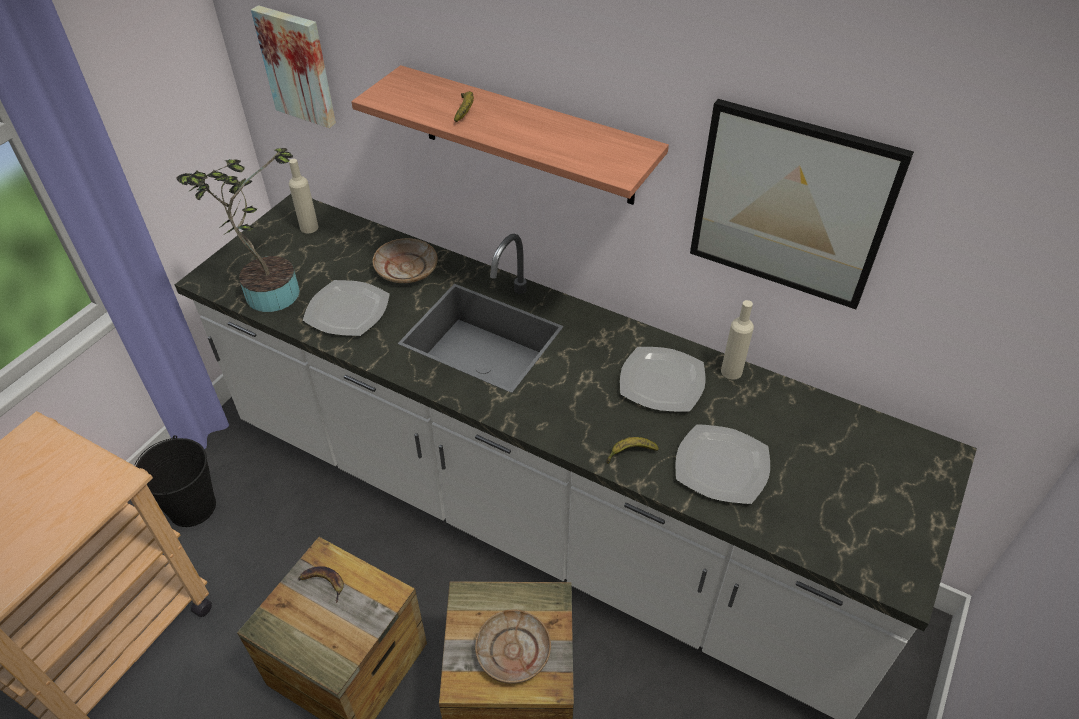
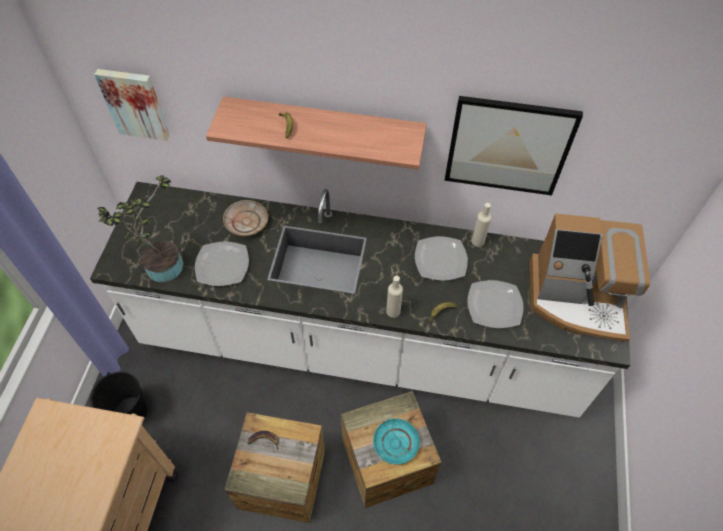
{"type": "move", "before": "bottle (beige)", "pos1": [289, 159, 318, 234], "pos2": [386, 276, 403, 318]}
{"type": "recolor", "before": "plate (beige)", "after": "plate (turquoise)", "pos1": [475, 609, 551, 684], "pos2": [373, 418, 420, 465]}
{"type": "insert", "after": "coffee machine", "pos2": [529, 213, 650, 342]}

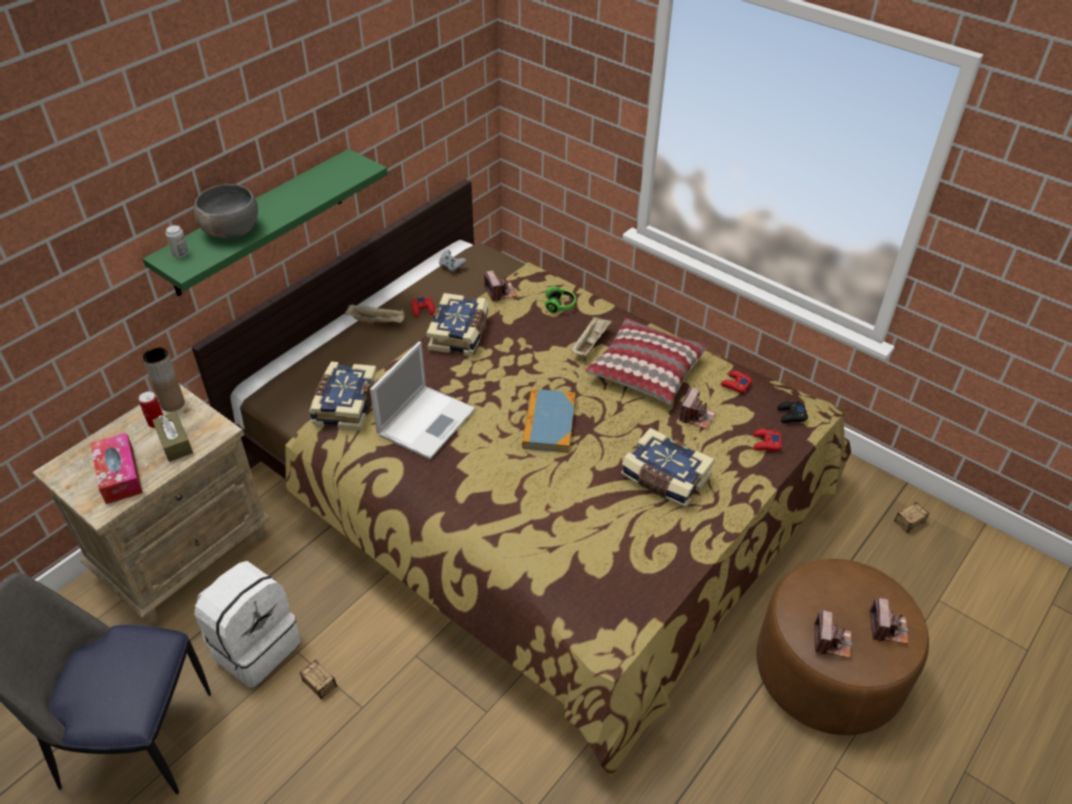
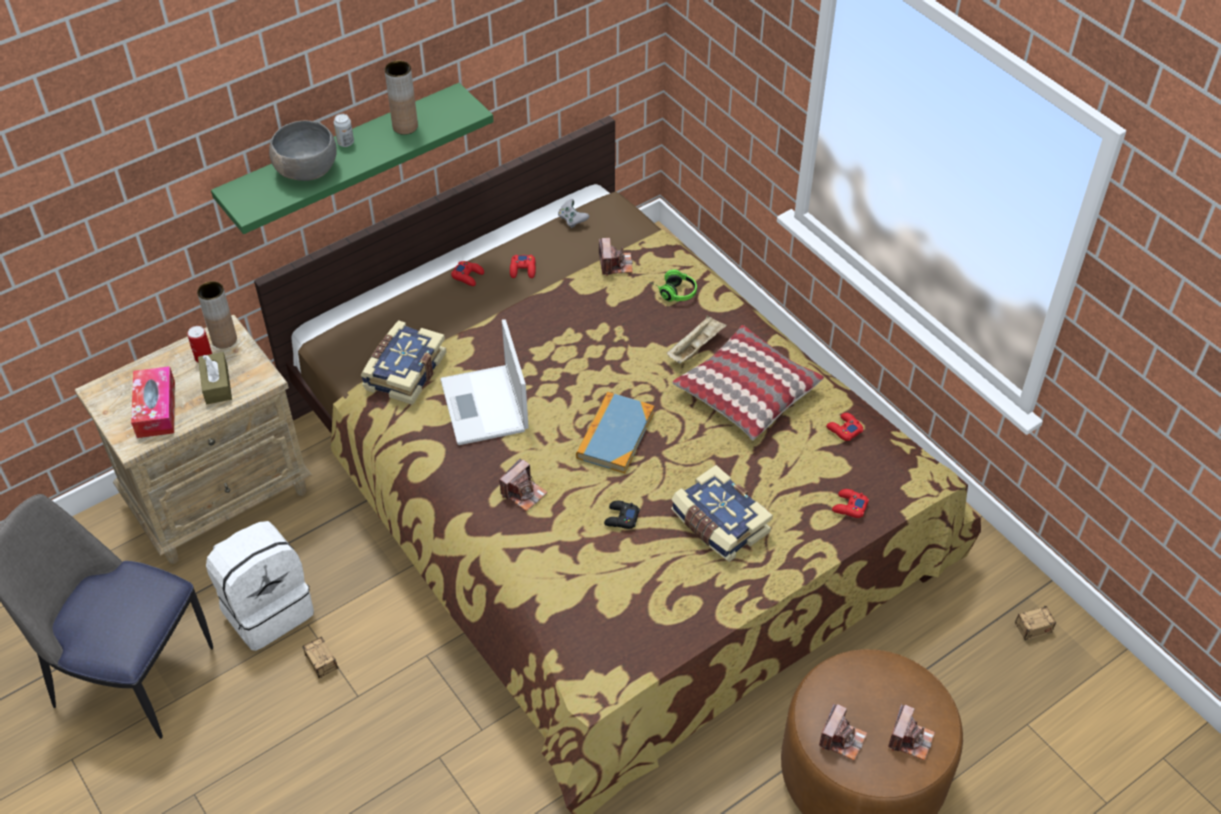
{"type": "move", "before": "metal can", "pos1": [166, 225, 189, 258], "pos2": [334, 114, 354, 147]}
{"type": "delete", "before": "book", "pos1": [426, 293, 489, 356]}
{"type": "replace", "before": "serving tray (beige)", "after": "joypad (red)", "pos1": [345, 304, 404, 324], "pos2": [451, 261, 484, 286]}
{"type": "rotate", "before": "laptop", "pos1": [370, 342, 475, 460], "pos2": [440, 319, 529, 445], "turn": 120}
{"type": "move", "before": "photo camera", "pos1": [679, 387, 716, 429], "pos2": [499, 458, 548, 512]}
{"type": "move", "before": "joypad (blackish)", "pos1": [777, 401, 808, 423], "pos2": [604, 501, 640, 529]}
{"type": "insert", "after": "vase (brown-coloured)", "pos2": [384, 60, 418, 135]}

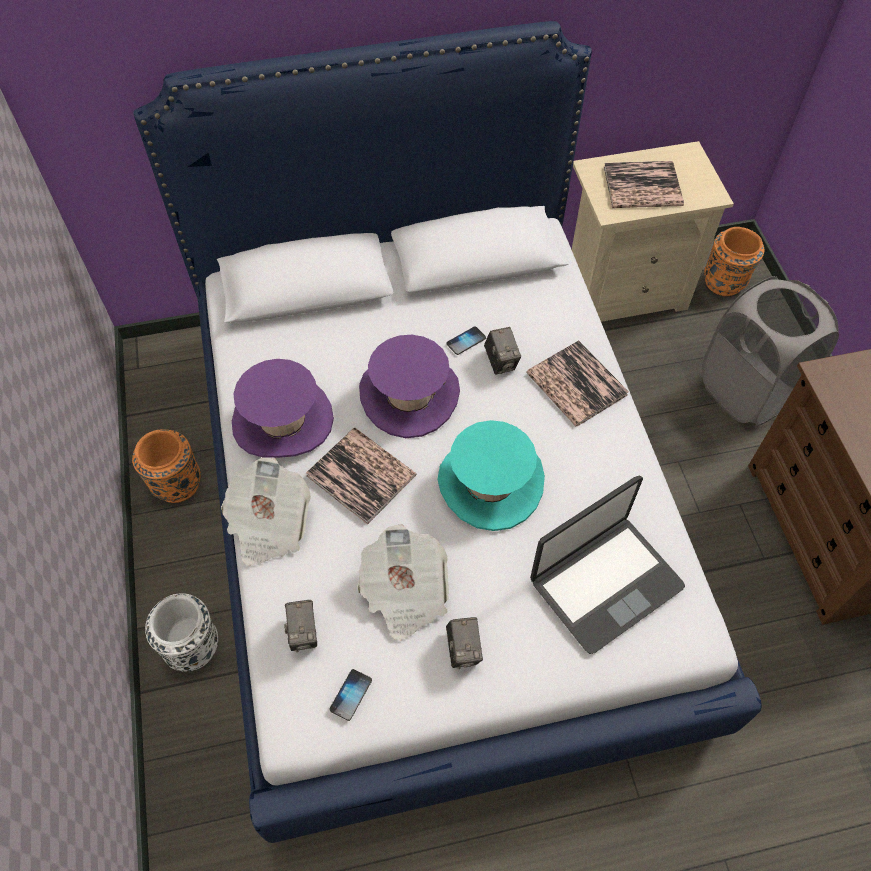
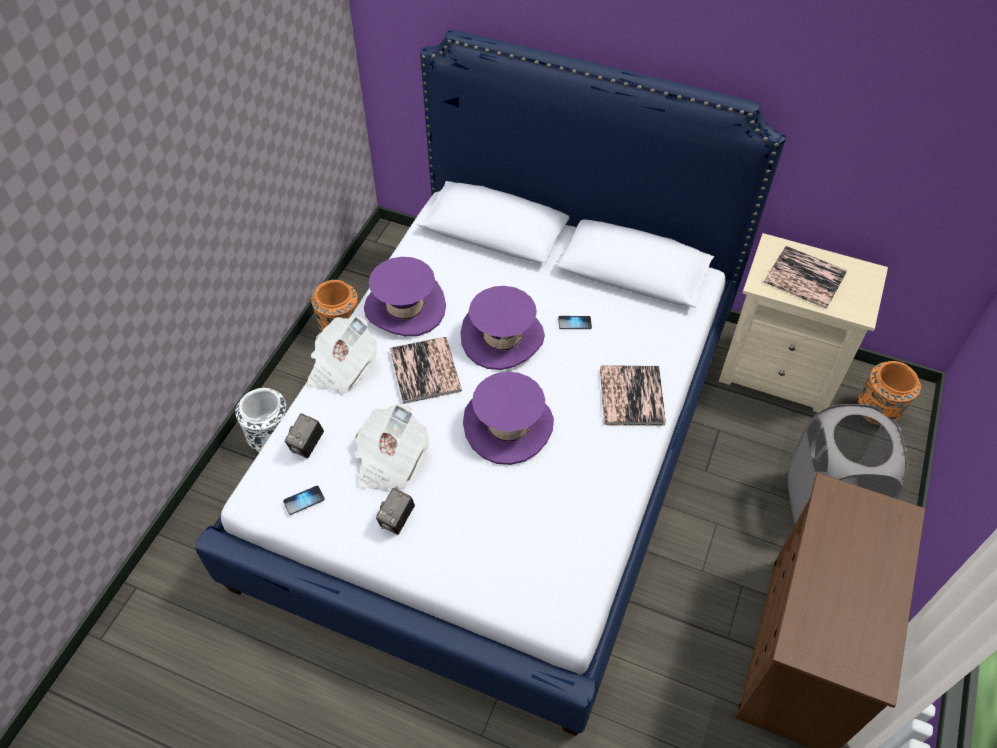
{"type": "delete", "before": "photo camera", "pos1": [484, 327, 521, 375]}
{"type": "recolor", "before": "wearable hat (turquoise)", "after": "wearable hat (purplish)", "pos1": [437, 420, 545, 531], "pos2": [463, 372, 554, 465]}
{"type": "delete", "before": "laptop", "pos1": [530, 475, 685, 654]}

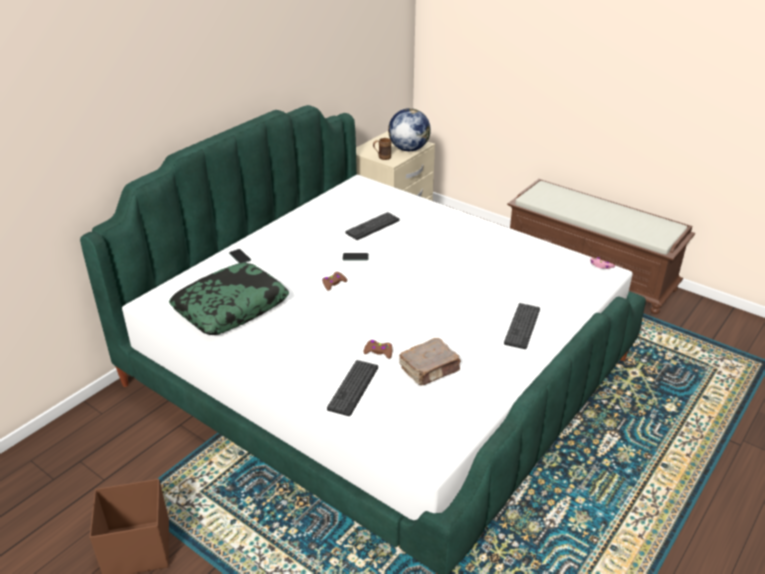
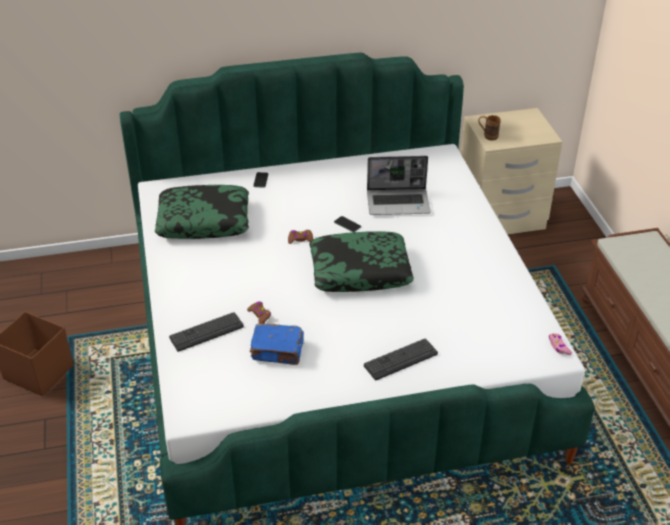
{"type": "delete", "before": "globe", "pos1": [388, 108, 431, 151]}
{"type": "replace", "before": "computer keyboard", "after": "laptop", "pos1": [346, 212, 400, 240], "pos2": [367, 156, 431, 215]}
{"type": "recolor", "before": "book (brown-coloured)", "after": "book (bluish)", "pos1": [399, 338, 461, 386], "pos2": [250, 323, 304, 365]}
{"type": "insert", "after": "cushion", "pos2": [310, 232, 414, 292]}

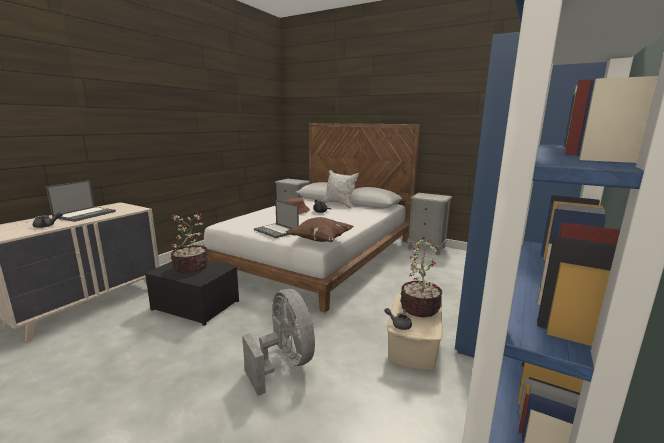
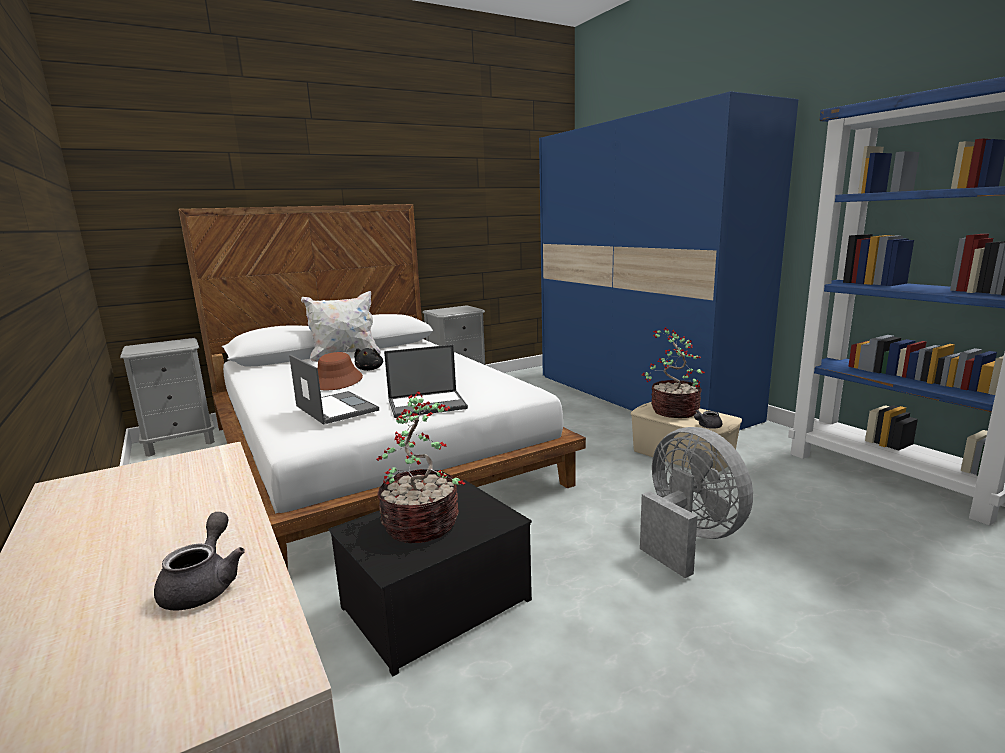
{"type": "move", "before": "laptop", "pos1": [46, 180, 116, 222], "pos2": [289, 355, 379, 424]}
{"type": "delete", "before": "cushion (brown-coloured)", "pos1": [286, 217, 354, 242]}
{"type": "rotate", "before": "fan (greyish)", "pos1": [242, 289, 315, 396], "pos2": [640, 427, 753, 578], "turn": 60}

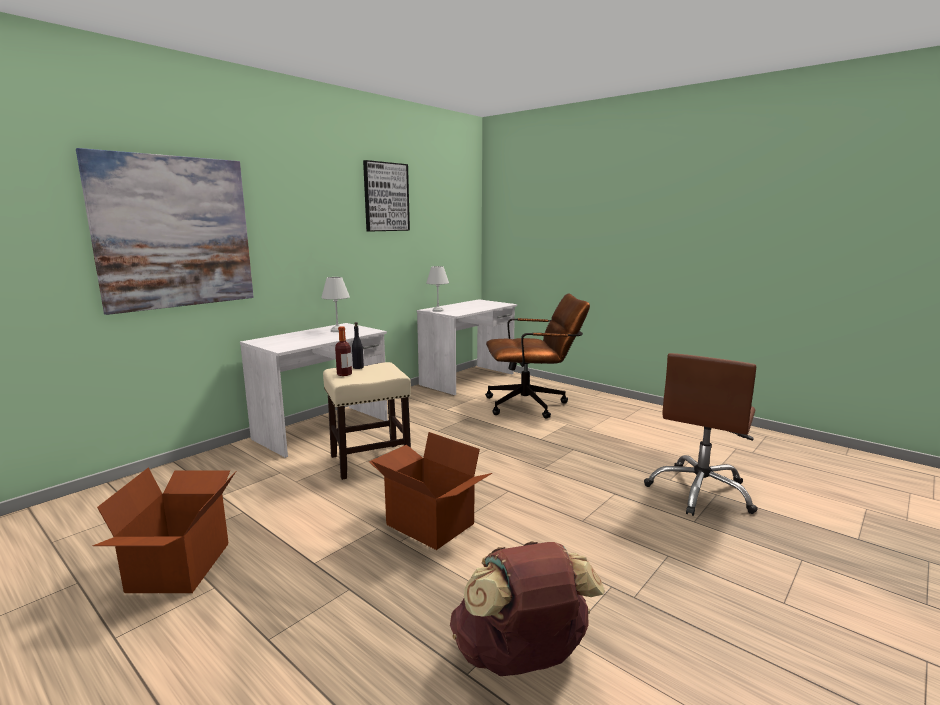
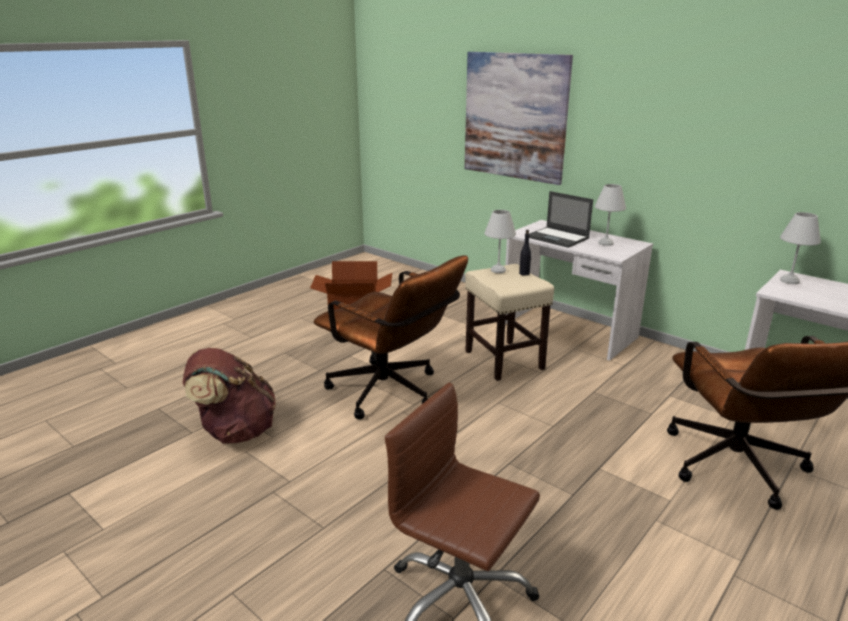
{"type": "delete", "before": "wall picture", "pos1": [363, 160, 410, 232]}
{"type": "replace", "before": "bottle", "after": "lamp for a table (white-coloured)", "pos1": [335, 326, 352, 376], "pos2": [484, 210, 516, 273]}
{"type": "replace", "before": "carton", "after": "computer chair (brown-coloured)", "pos1": [369, 432, 492, 550], "pos2": [314, 255, 468, 420]}
{"type": "insert", "after": "laptop", "pos2": [529, 191, 593, 248]}

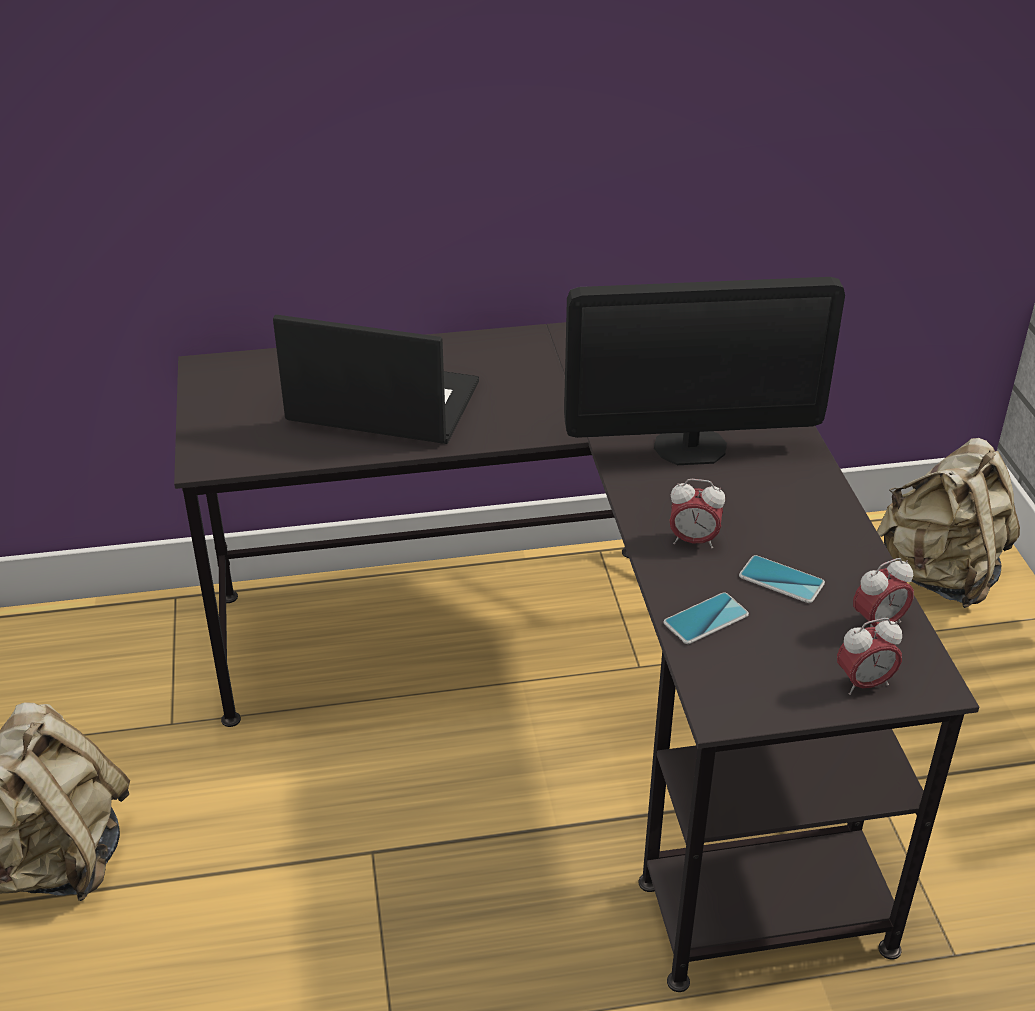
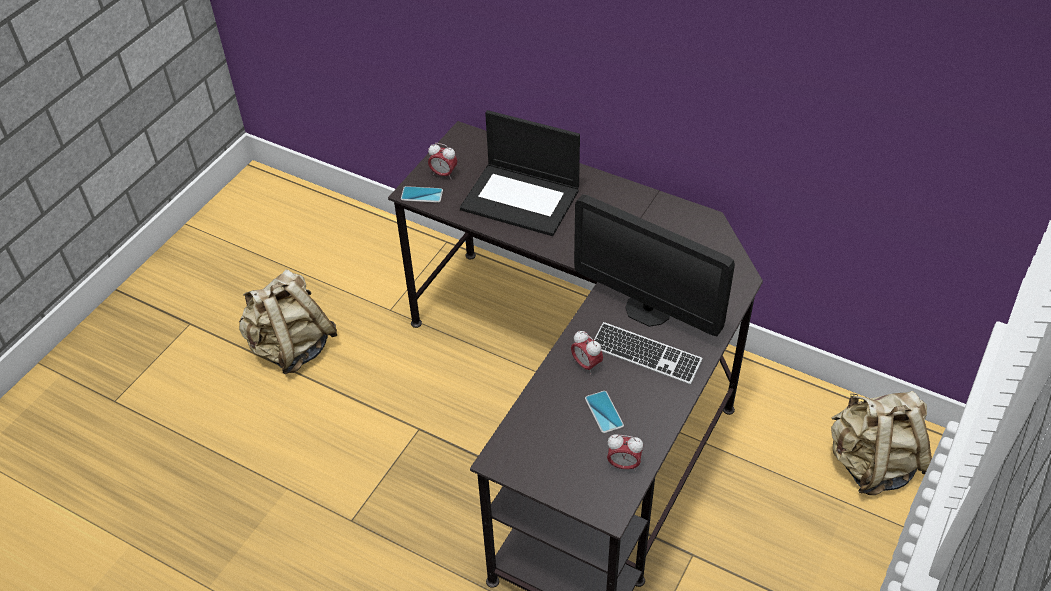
{"type": "rotate", "before": "laptop", "pos1": [273, 315, 479, 444], "pos2": [460, 110, 580, 236], "turn": 150}
{"type": "move", "before": "telephone", "pos1": [663, 592, 749, 644], "pos2": [401, 186, 443, 203]}
{"type": "move", "before": "bedside clock", "pos1": [837, 618, 902, 695], "pos2": [428, 143, 457, 179]}
{"type": "insert", "after": "computer keyboard", "pos2": [594, 322, 703, 385]}

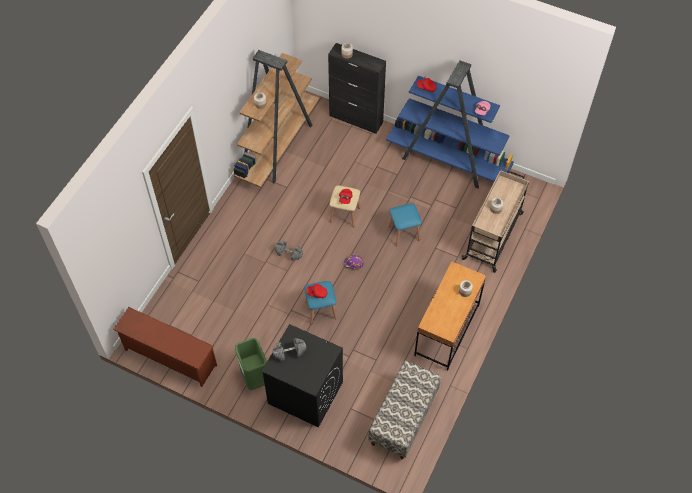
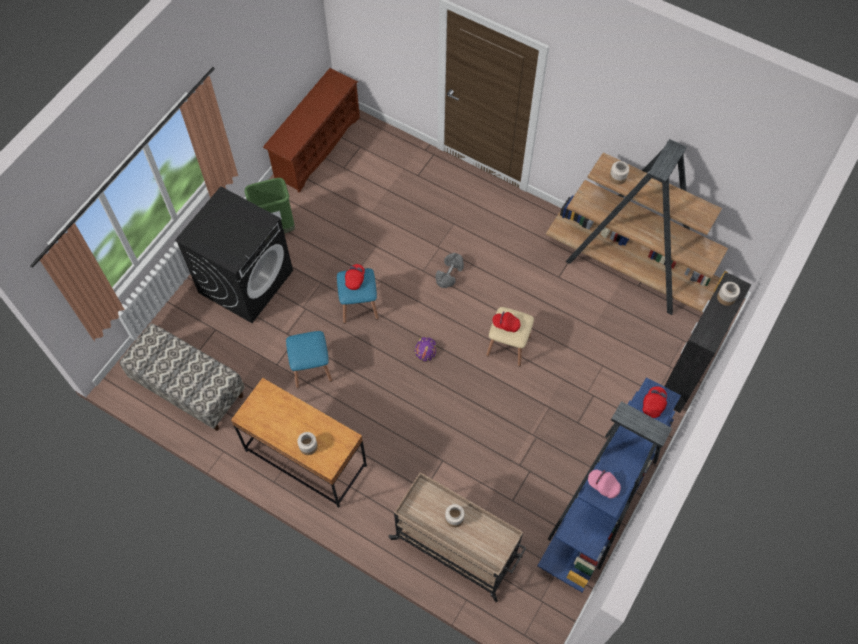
{"type": "move", "before": "sitting stool (bluish)", "pos1": [388, 203, 422, 246], "pos2": [286, 331, 332, 388]}
{"type": "delete", "before": "free weight (greyish)", "pos1": [272, 338, 306, 361]}

